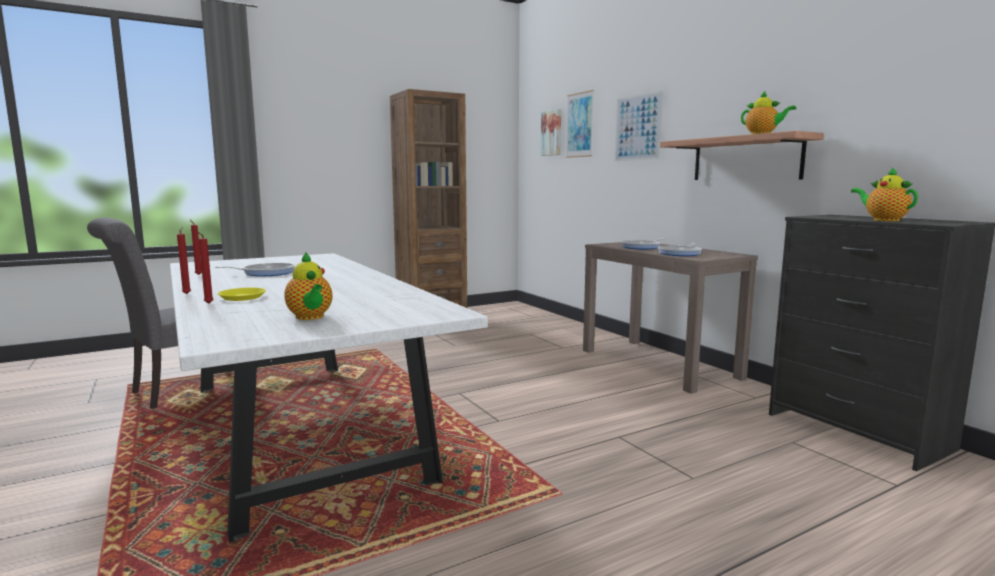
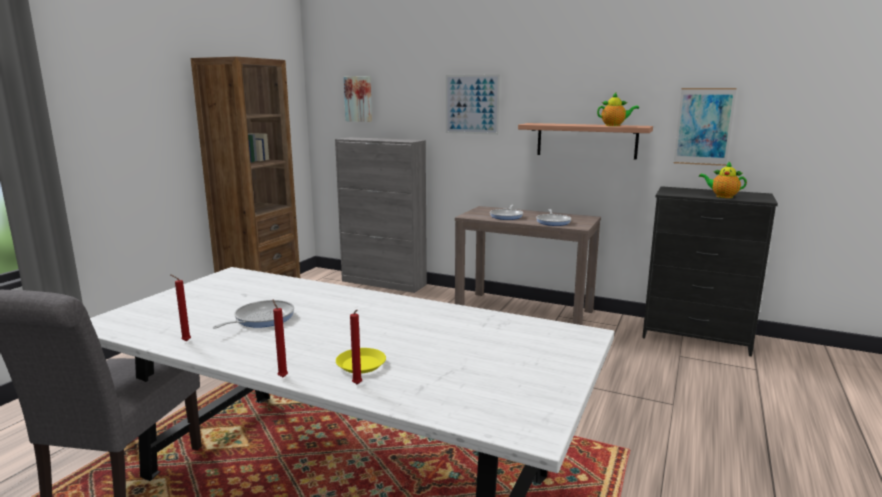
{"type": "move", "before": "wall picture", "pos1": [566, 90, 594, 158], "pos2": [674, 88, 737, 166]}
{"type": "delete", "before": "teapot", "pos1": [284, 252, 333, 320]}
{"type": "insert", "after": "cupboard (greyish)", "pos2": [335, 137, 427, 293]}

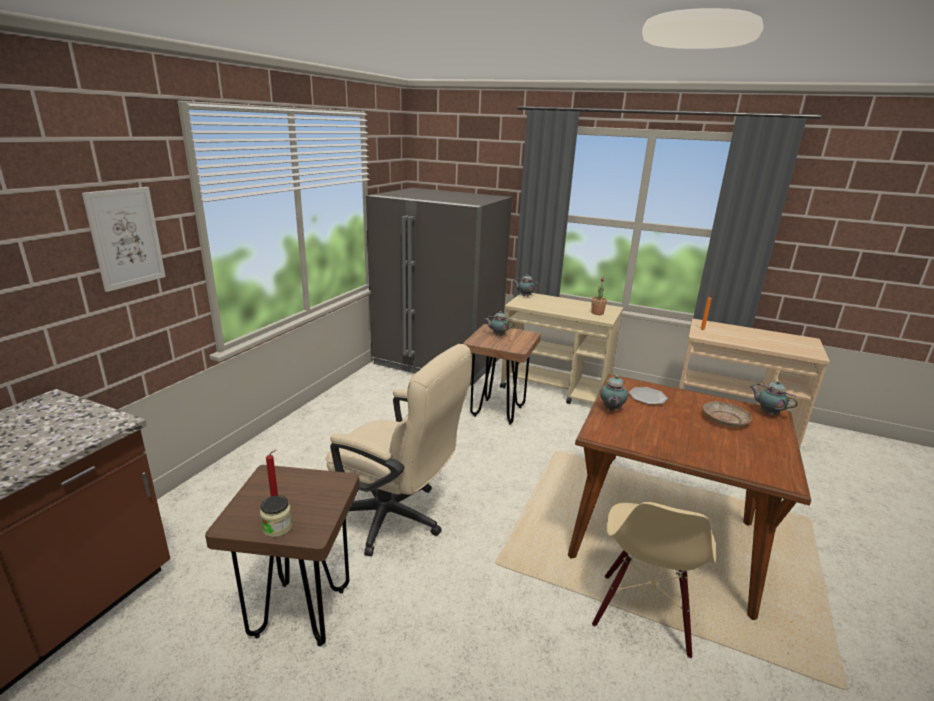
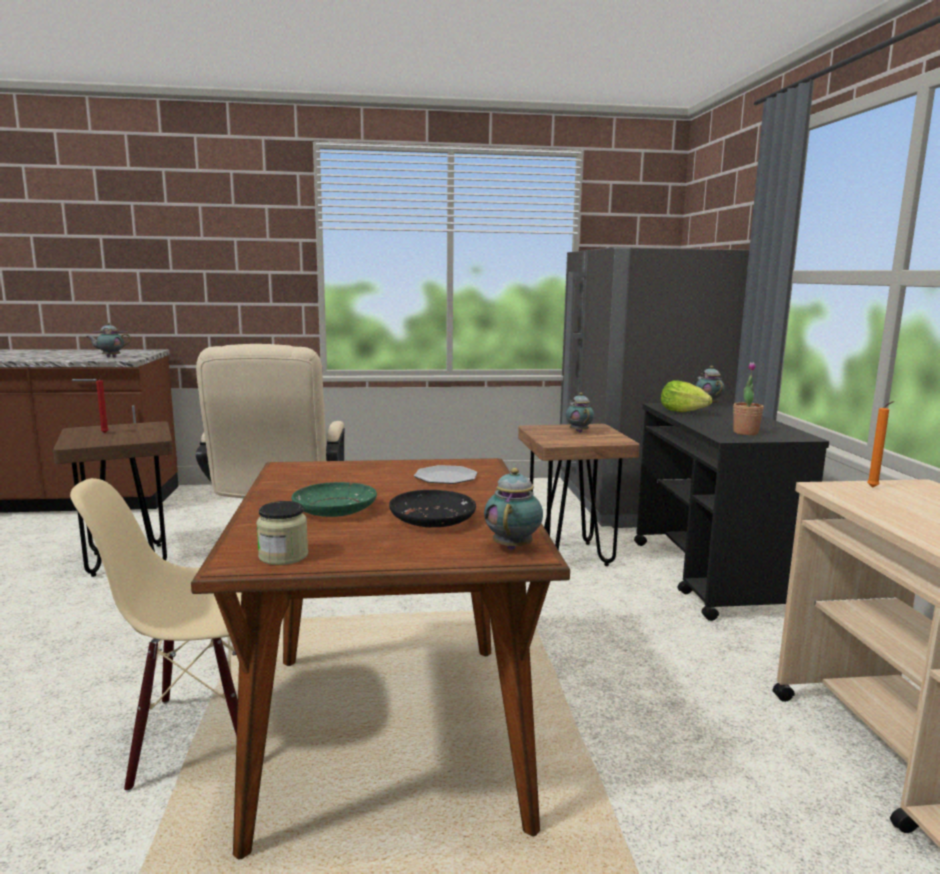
{"type": "delete", "before": "wall picture", "pos1": [82, 187, 166, 292]}
{"type": "recolor", "before": "trolley (beige)", "after": "trolley (blackish)", "pos1": [500, 293, 623, 404], "pos2": [634, 403, 829, 621]}
{"type": "move", "before": "teapot", "pos1": [600, 375, 628, 411], "pos2": [86, 322, 131, 358]}
{"type": "recolor", "before": "plate (beige)", "after": "plate (blackish)", "pos1": [703, 402, 752, 427], "pos2": [389, 490, 476, 527]}
{"type": "move", "before": "jar", "pos1": [260, 496, 292, 537], "pos2": [256, 501, 308, 565]}
{"type": "insert", "after": "lettuce", "pos2": [661, 380, 712, 412]}
{"type": "insert", "after": "plate (green)", "pos2": [292, 482, 377, 517]}

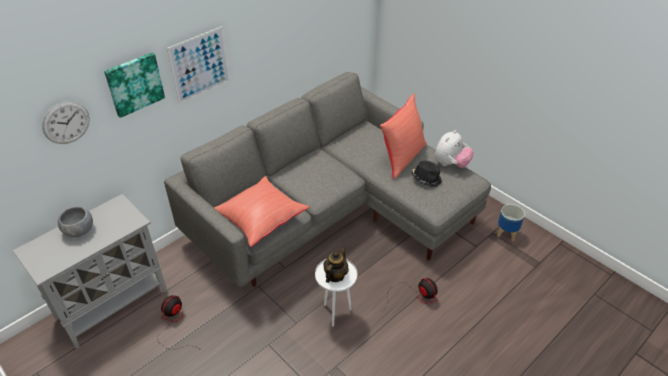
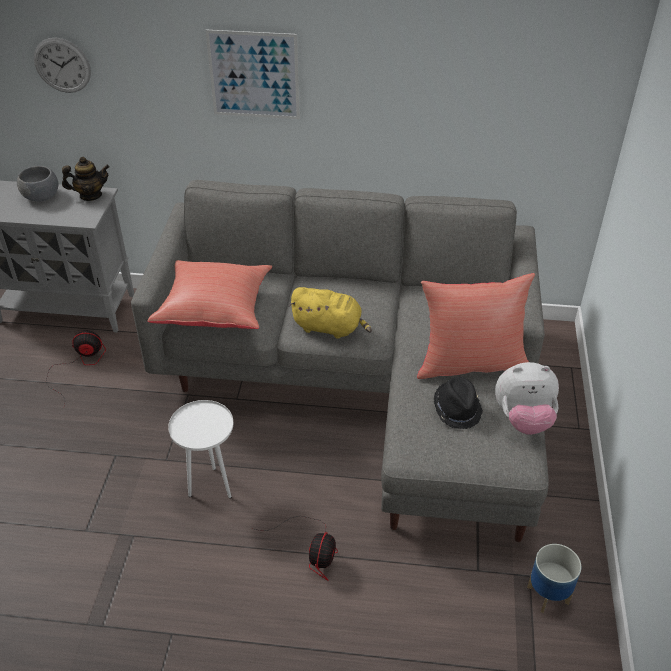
{"type": "delete", "before": "wall picture", "pos1": [104, 52, 165, 118]}
{"type": "move", "before": "teapot", "pos1": [323, 247, 349, 283], "pos2": [62, 157, 110, 201]}
{"type": "insert", "after": "plush toy (yellow-coloured)", "pos2": [289, 287, 372, 339]}

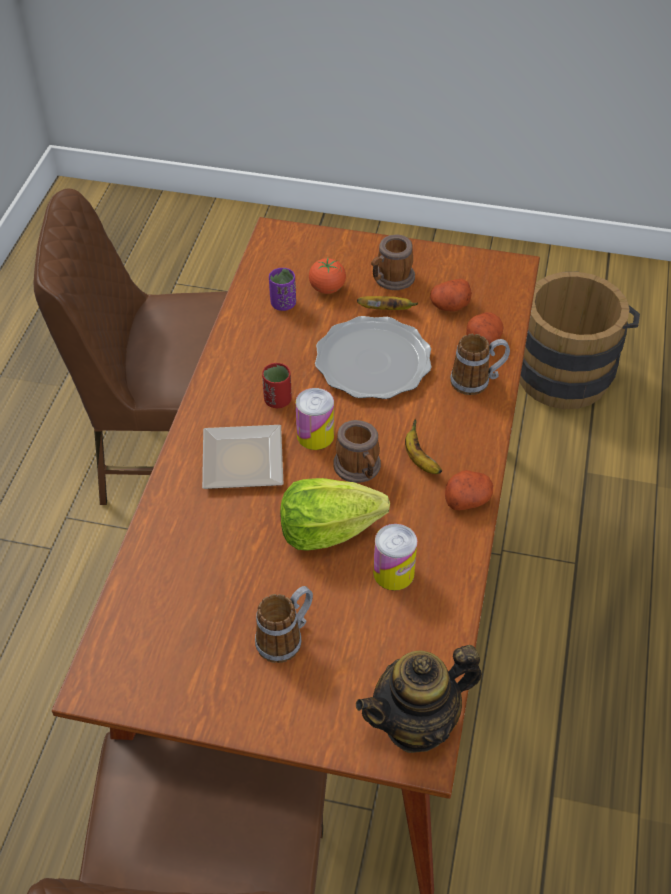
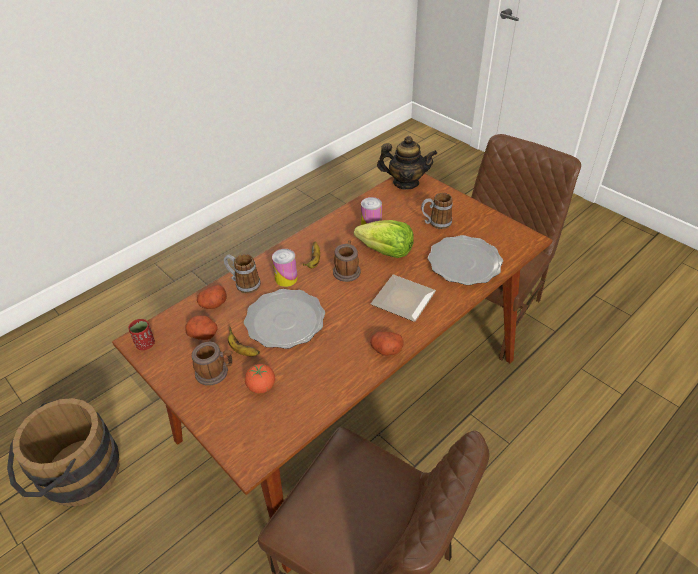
{"type": "delete", "before": "cup (purplish)", "pos1": [269, 268, 296, 311]}
{"type": "move", "before": "cup (red)", "pos1": [262, 363, 292, 408], "pos2": [128, 319, 155, 350]}
{"type": "move", "before": "metal can", "pos1": [296, 388, 334, 450], "pos2": [272, 249, 298, 287]}
{"type": "move", "before": "spud", "pos1": [445, 470, 493, 510], "pos2": [370, 332, 404, 356]}
{"type": "insert", "after": "plate", "pos2": [428, 235, 503, 285]}

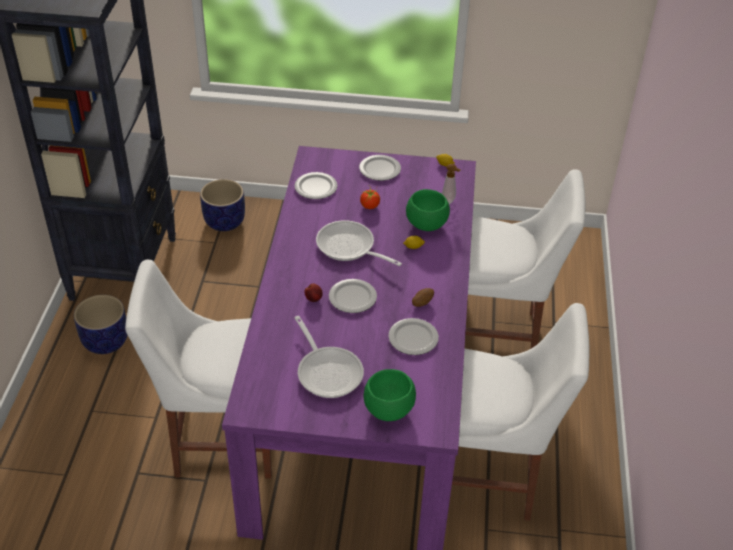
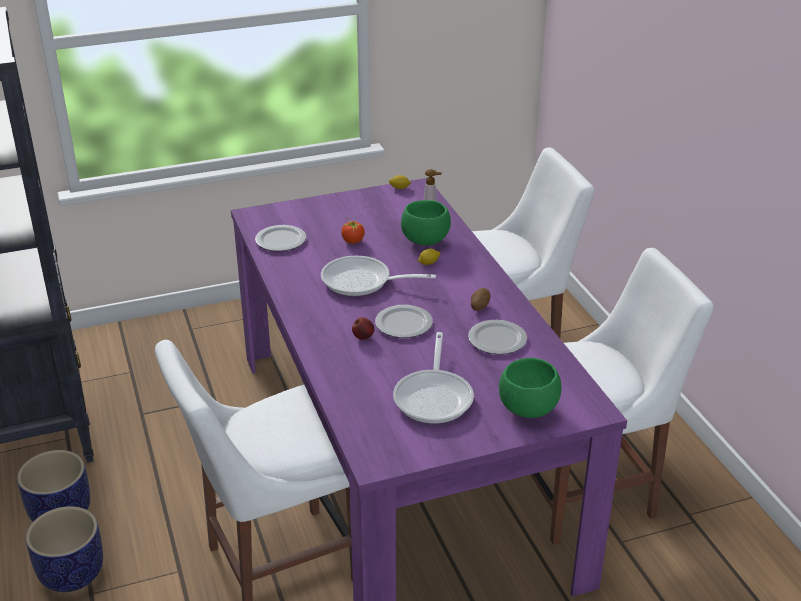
{"type": "delete", "before": "plate", "pos1": [359, 155, 401, 181]}
{"type": "move", "before": "flower pot", "pos1": [200, 179, 245, 231], "pos2": [26, 506, 103, 592]}
{"type": "rotate", "before": "frying pan", "pos1": [294, 316, 364, 398], "pos2": [393, 332, 474, 424], "turn": 60}

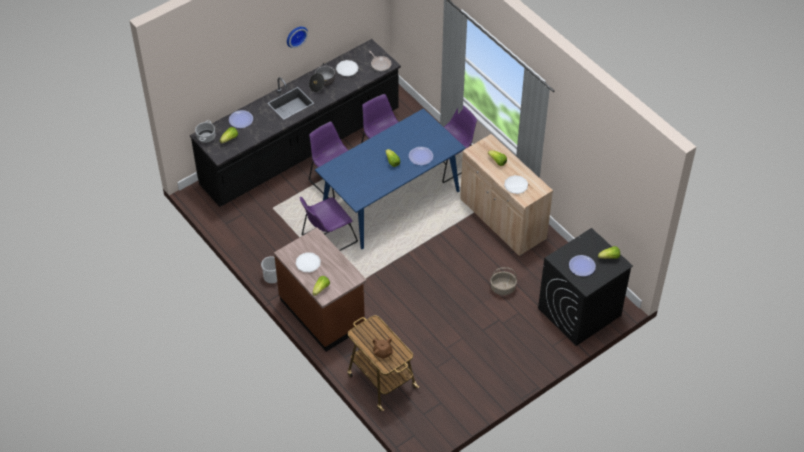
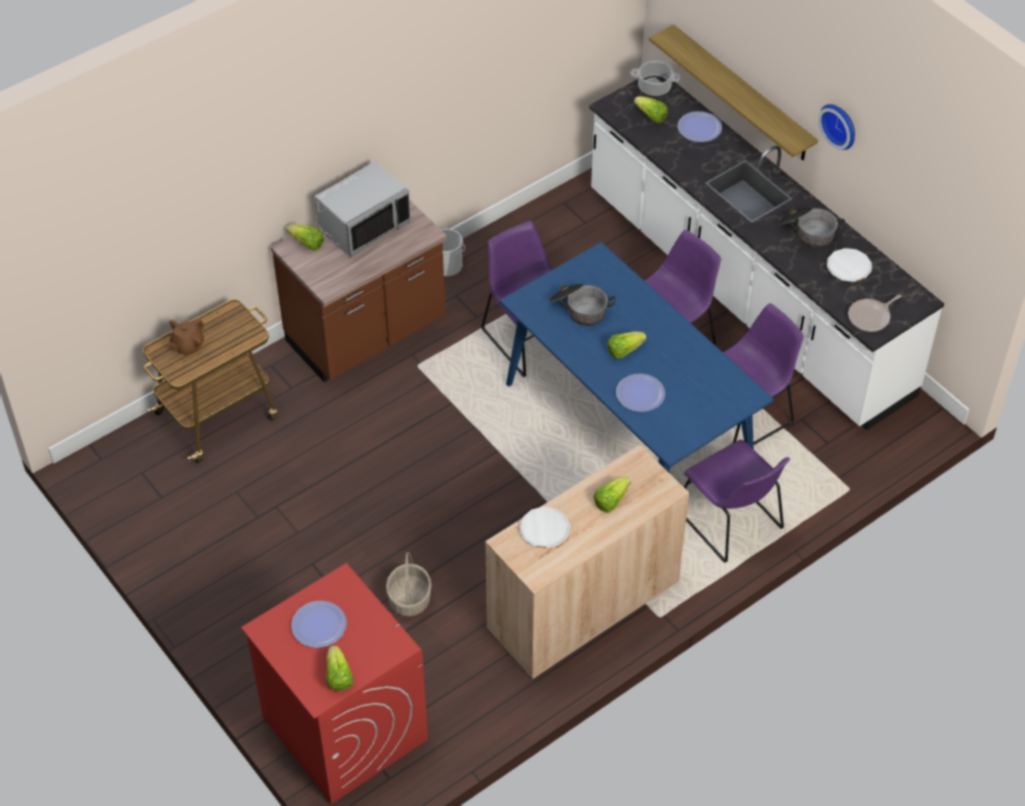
{"type": "recolor", "before": "kitchen counter (blackish)", "after": "kitchen counter (white-coloured)", "pos1": [190, 39, 401, 207], "pos2": [589, 79, 944, 430]}
{"type": "recolor", "before": "laundry machine (blackish)", "after": "laundry machine (red)", "pos1": [538, 228, 633, 346], "pos2": [241, 563, 428, 804]}
{"type": "replace", "before": "plate (white-coloured)", "after": "microwave oven (greyish)", "pos1": [296, 252, 321, 272], "pos2": [315, 161, 411, 258]}
{"type": "insert", "after": "shelf", "pos2": [649, 24, 818, 160]}
{"type": "insert", "after": "stockpot", "pos2": [549, 284, 616, 326]}

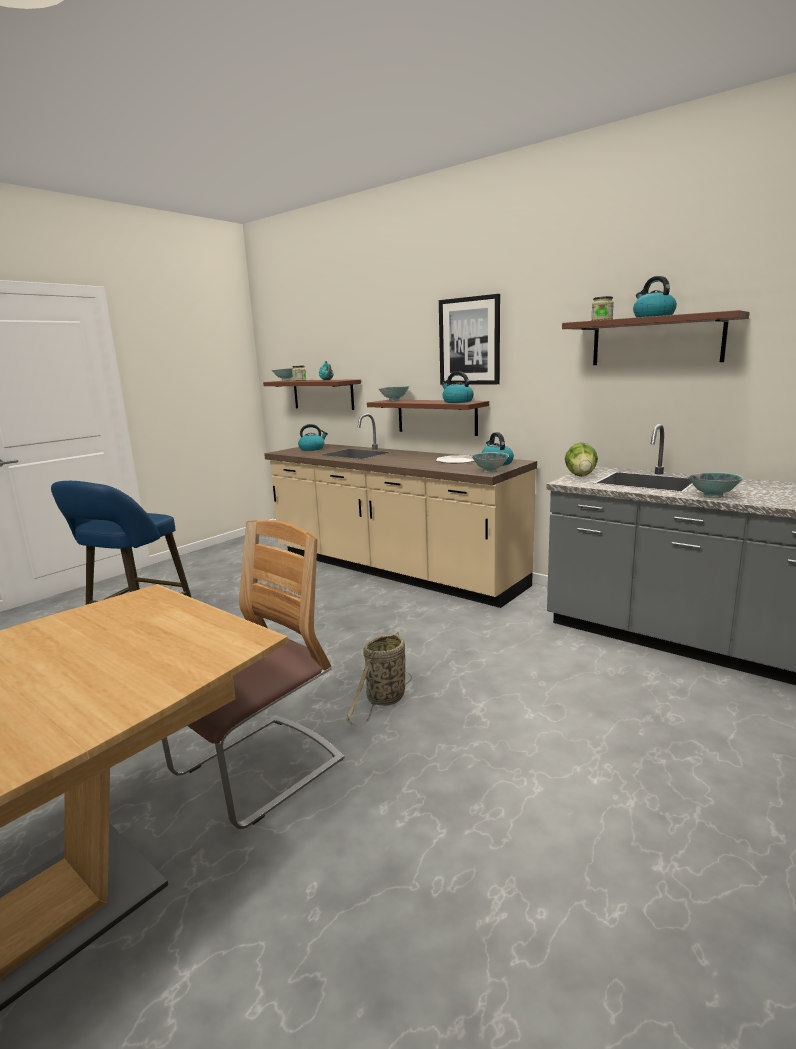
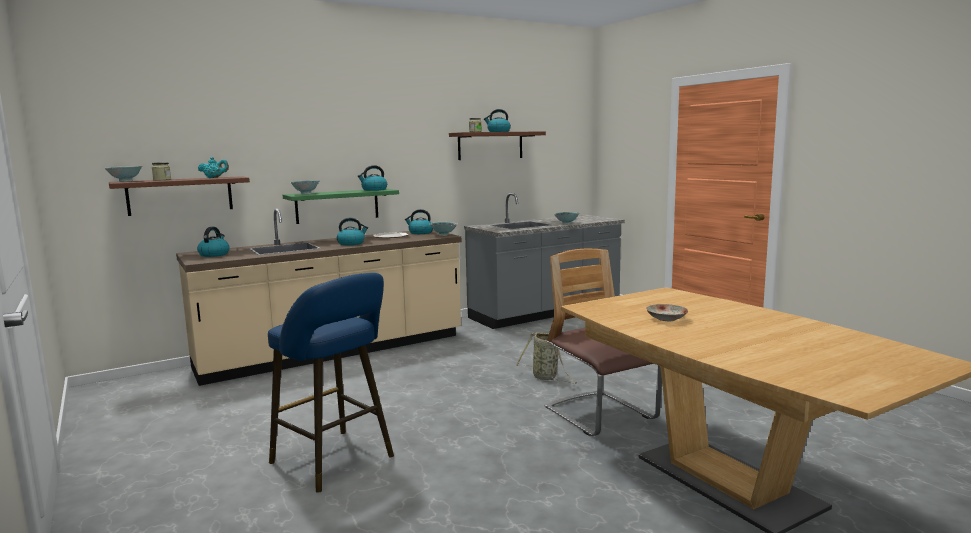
{"type": "delete", "before": "wall picture", "pos1": [439, 294, 500, 385]}
{"type": "recolor", "before": "shelf (brown-coloured)", "after": "shelf (green)", "pos1": [367, 400, 489, 436], "pos2": [283, 189, 399, 224]}
{"type": "delete", "before": "lettuce", "pos1": [565, 442, 598, 477]}
{"type": "insert", "after": "tea kettle", "pos2": [337, 218, 368, 245]}
{"type": "insert", "after": "plate", "pos2": [646, 304, 688, 321]}

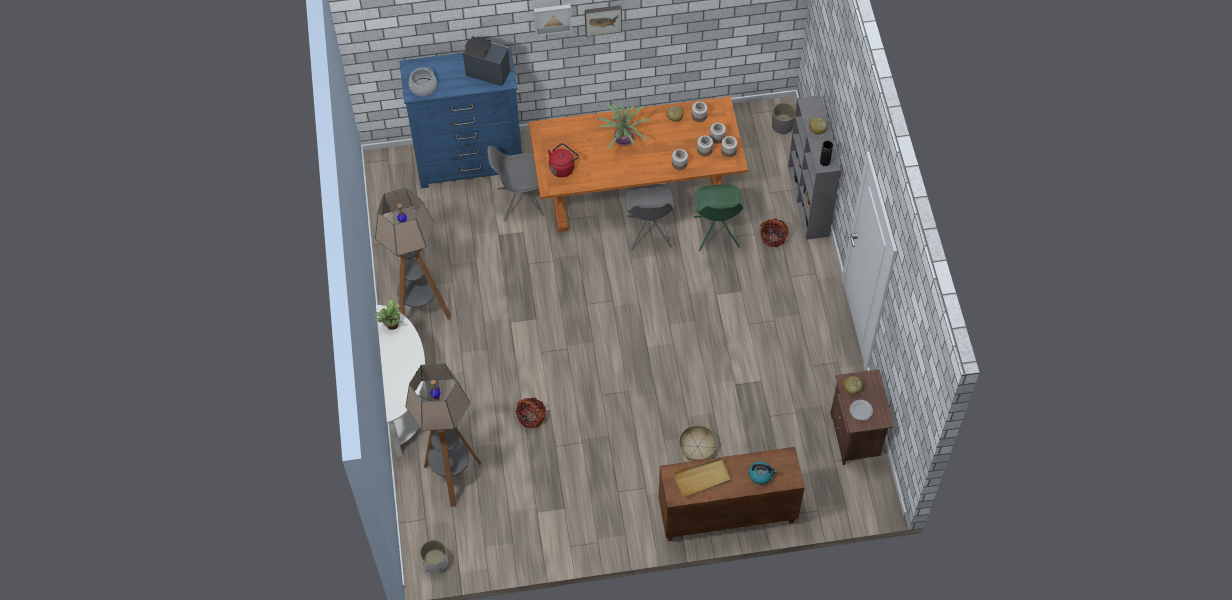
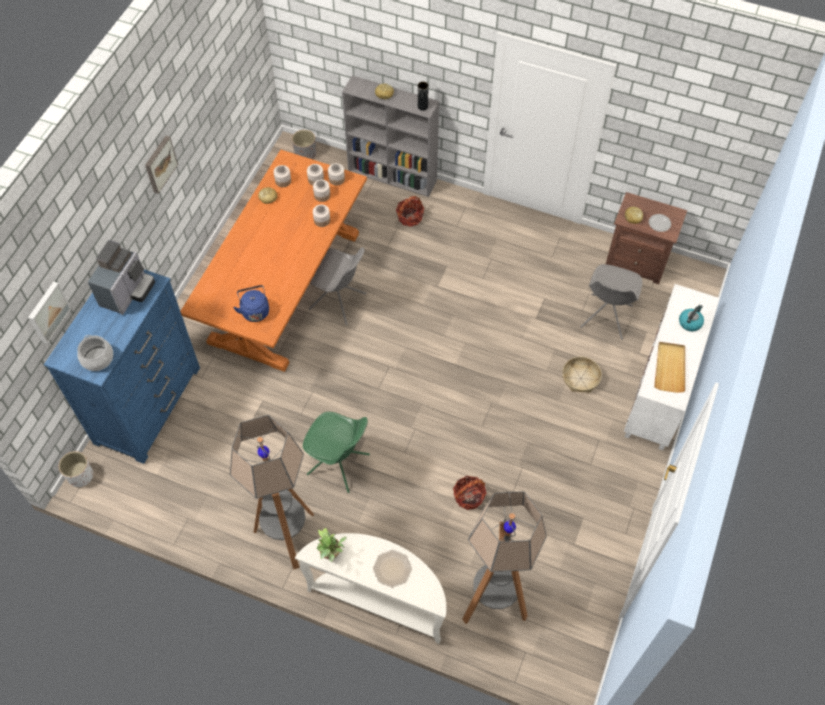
{"type": "move", "before": "wall picture", "pos1": [534, 4, 572, 36], "pos2": [28, 281, 72, 344]}
{"type": "rotate", "before": "coffee machine", "pos1": [463, 36, 511, 86], "pos2": [88, 240, 155, 315], "turn": 150}
{"type": "delete", "before": "potted plant", "pos1": [597, 101, 650, 151]}
{"type": "recolor", "before": "tea kettle (red)", "after": "tea kettle (bluish)", "pos1": [548, 143, 579, 178], "pos2": [233, 285, 269, 322]}
{"type": "move", "before": "plain chair (greyish)", "pos1": [487, 146, 545, 222], "pos2": [580, 264, 642, 340]}
{"type": "move", "before": "plain chair (green)", "pos1": [694, 184, 744, 251], "pos2": [303, 412, 370, 493]}
{"type": "recolor", "before": "cupboard (brown-coloured)", "after": "cupboard (white-coloured)", "pos1": [659, 447, 804, 541], "pos2": [624, 284, 720, 450]}
{"type": "move", "before": "flower pot (white-coloured)", "pos1": [419, 539, 448, 574], "pos2": [59, 451, 93, 488]}
{"type": "insert", "after": "plate", "pos2": [373, 550, 412, 587]}

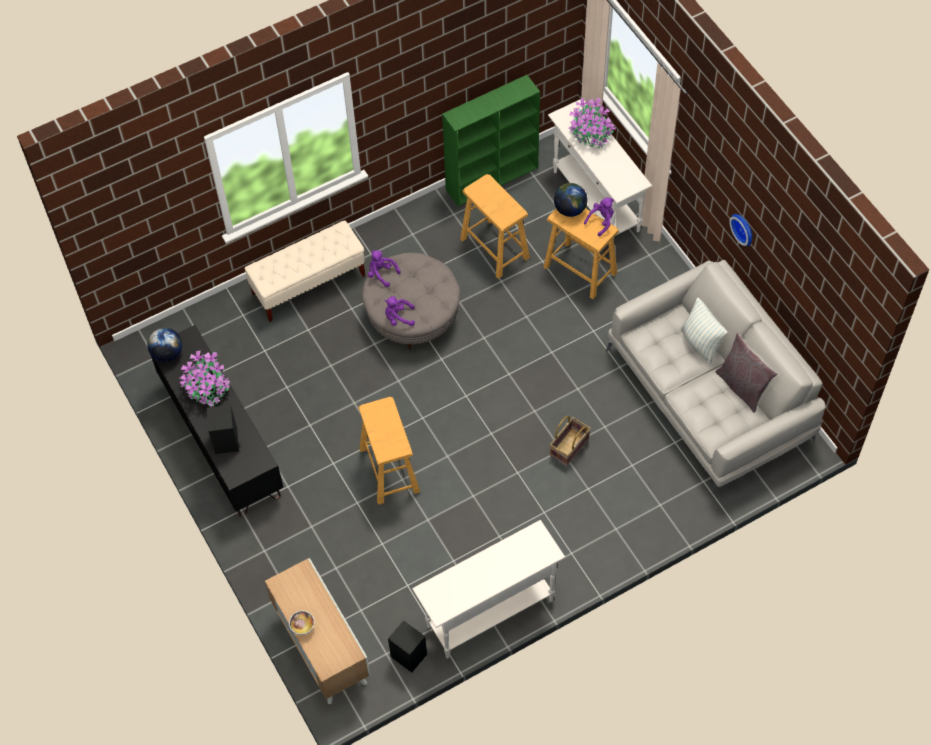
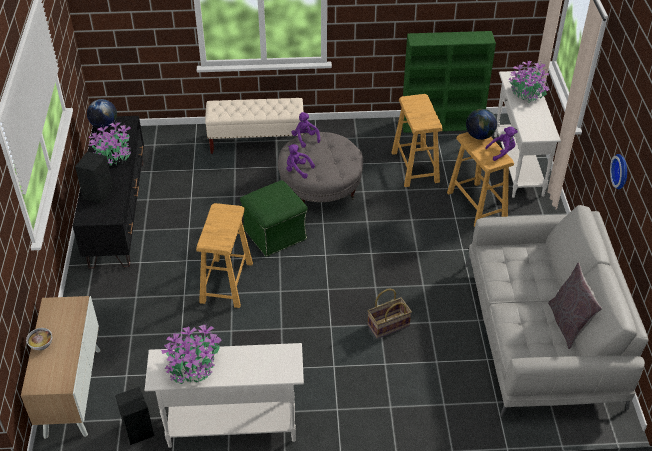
{"type": "delete", "before": "cushion", "pos1": [680, 298, 728, 364]}
{"type": "insert", "after": "footrest (green)", "pos2": [240, 180, 308, 257]}
{"type": "insert", "after": "potted plant", "pos2": [161, 324, 221, 384]}

